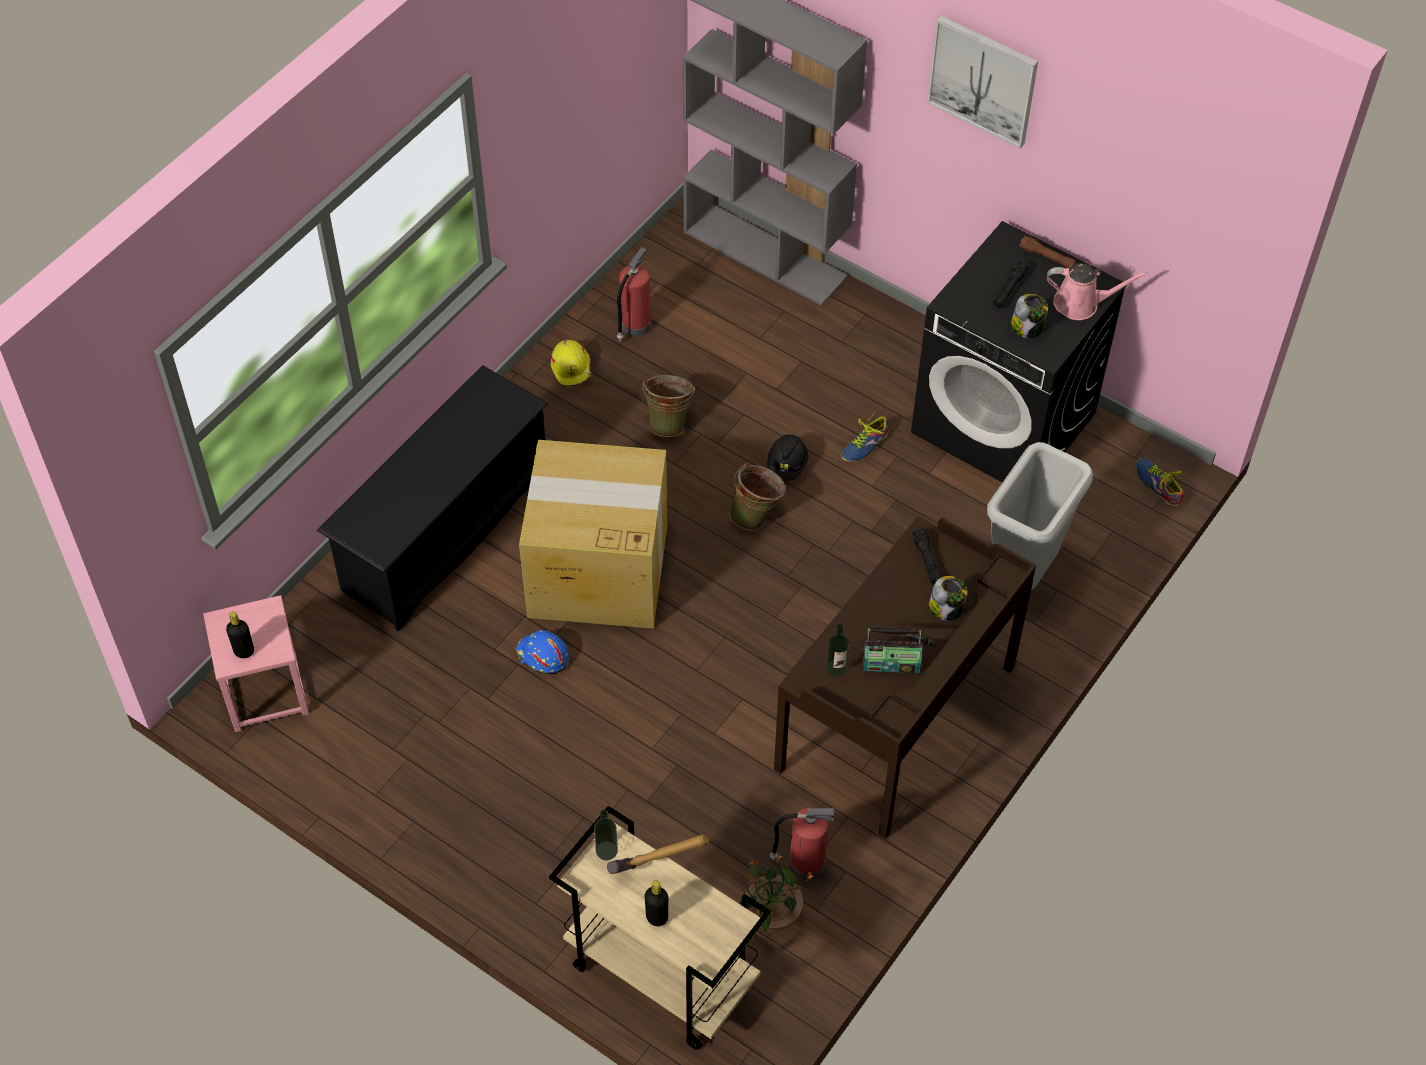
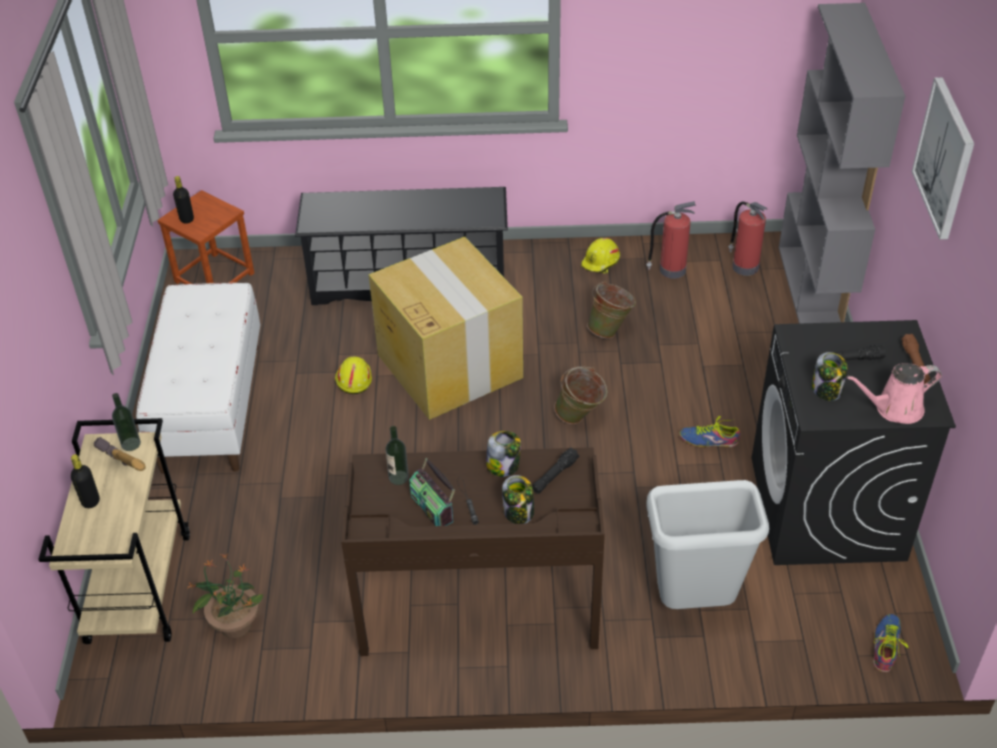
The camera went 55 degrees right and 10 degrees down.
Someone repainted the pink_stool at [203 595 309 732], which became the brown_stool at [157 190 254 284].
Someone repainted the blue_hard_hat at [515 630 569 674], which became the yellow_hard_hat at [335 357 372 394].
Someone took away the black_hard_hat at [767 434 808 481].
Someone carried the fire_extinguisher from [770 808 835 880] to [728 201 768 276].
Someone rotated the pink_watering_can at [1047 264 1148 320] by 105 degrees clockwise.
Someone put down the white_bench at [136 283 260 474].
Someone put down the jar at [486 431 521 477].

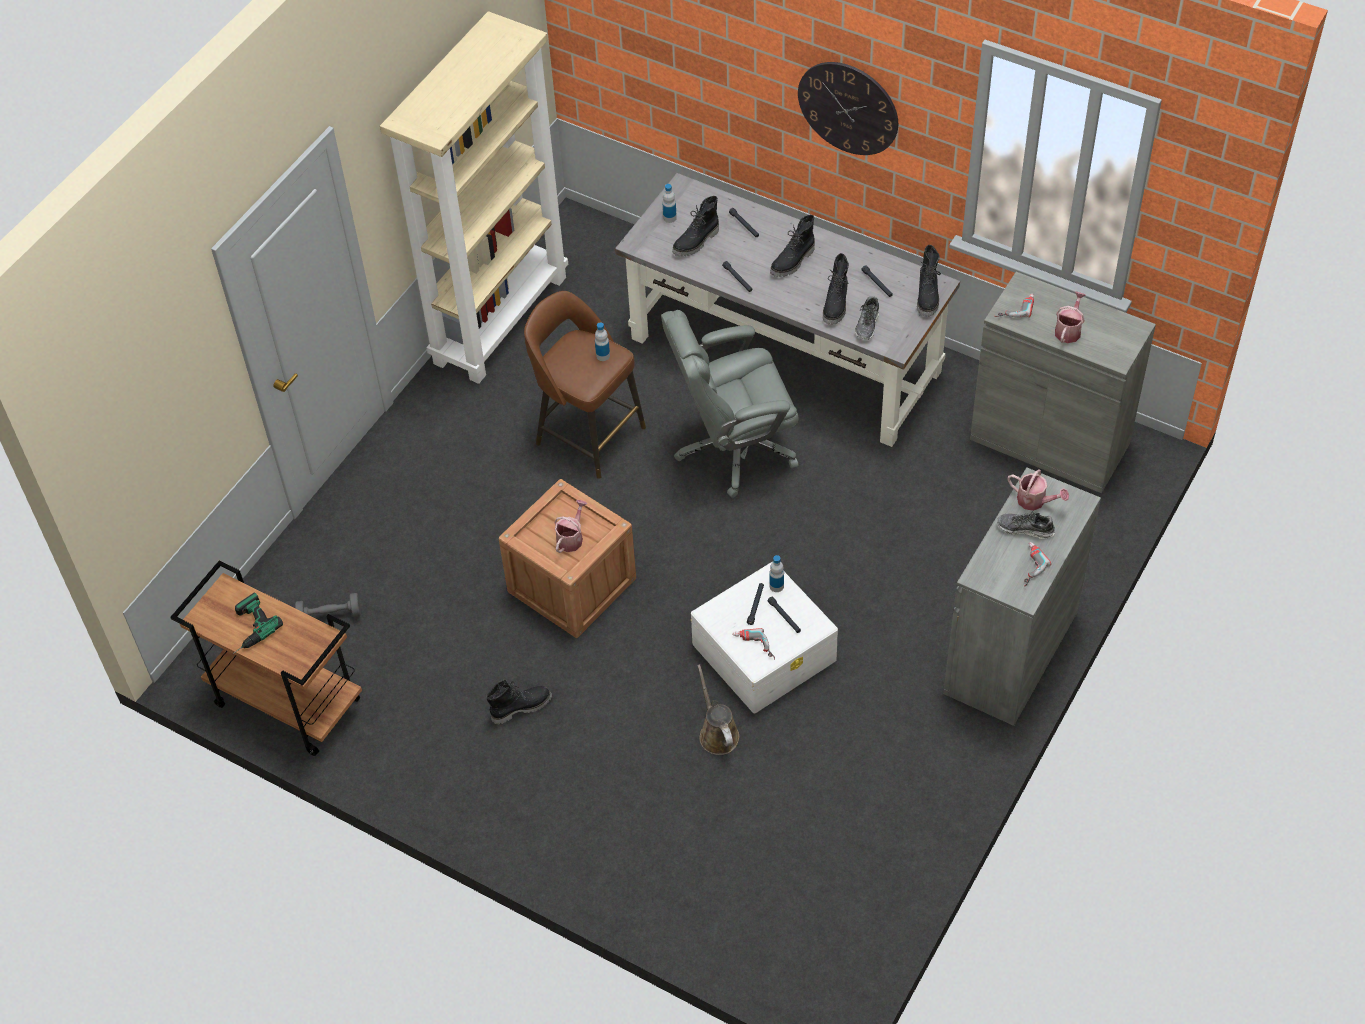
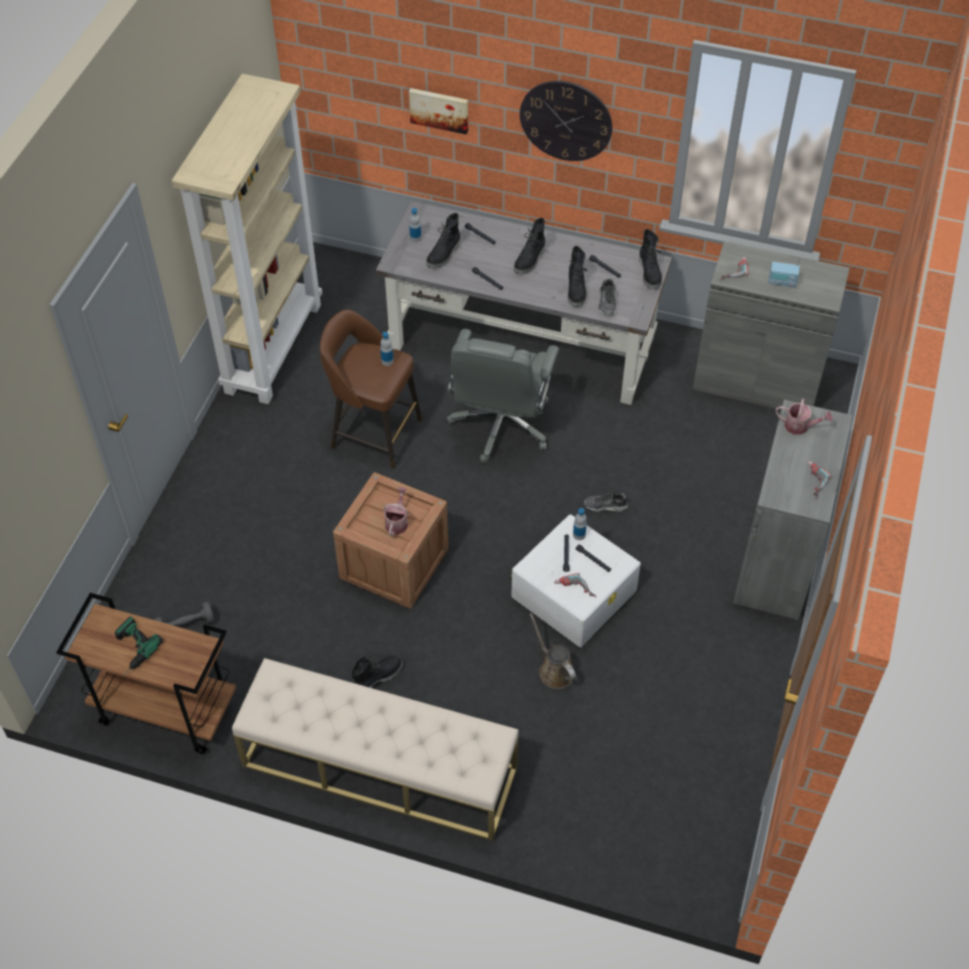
The camera went 15 degrees left and 0 degrees up.
Someone rotated the grey_office_chair at [661 310 798 498] by 45 degrees counterclockwise.
Someone carried the shoe from [997 512 1055 539] to [584 492 628 512].
Someone swapped the watering_can at [1055 291 1086 343] for the radio at [768 257 801 288].
Someone put down the beige_bench at [232 658 519 841].
Someone put up the picture at [409 88 468 135].

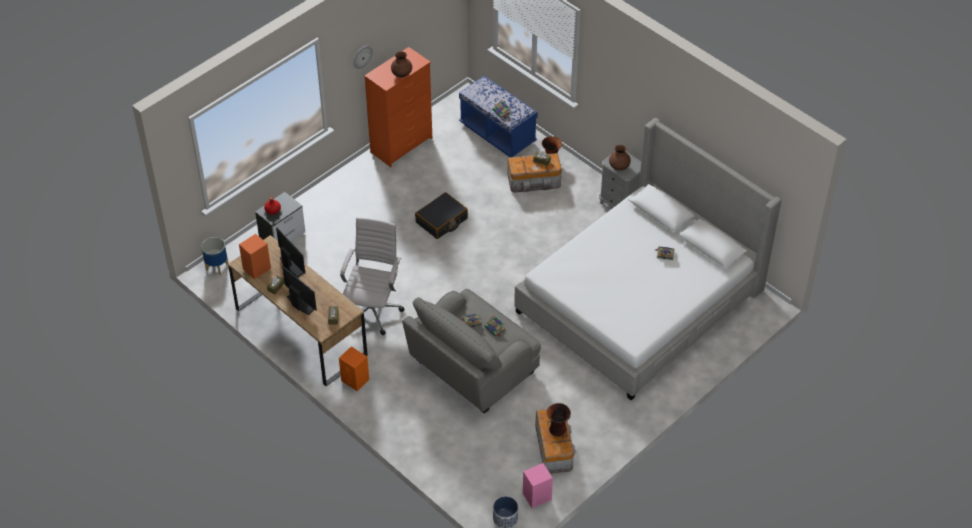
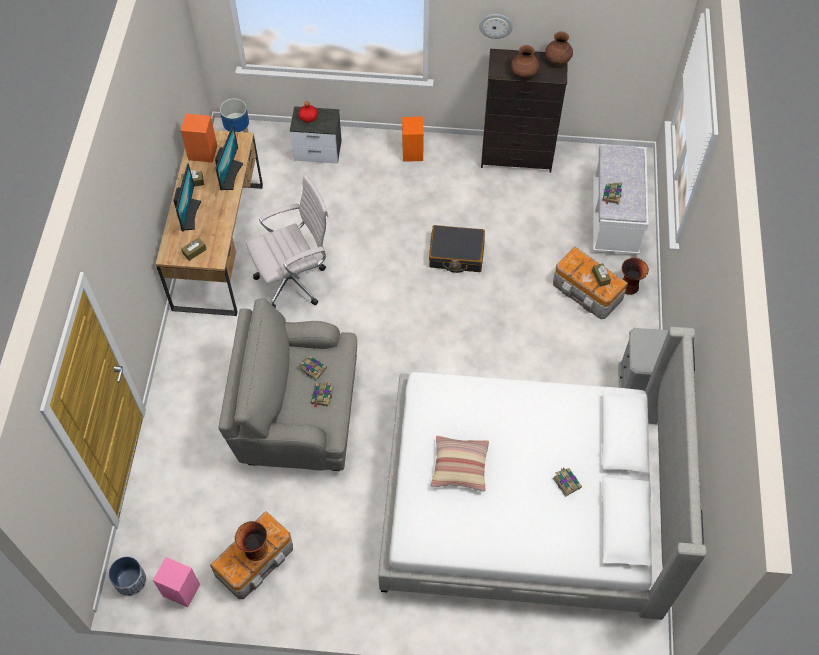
The camera went 50 degrees right and 10 degrees up.
Someone carried the orange_speaker from [339 346 369 391] to [402 117 424 162].
Someone repainted the orange_dresser at [364 47 432 167], which became the black_dresser at [481 49 568 173].
Someone repainted the blue_bench at [459 76 537 158], which became the white_bench at [593 144 648 254].
Someone carried the brown_vase from [609 145 631 171] to [545 31 573 66].
Someone put down the pillow at [431 435 489 492].

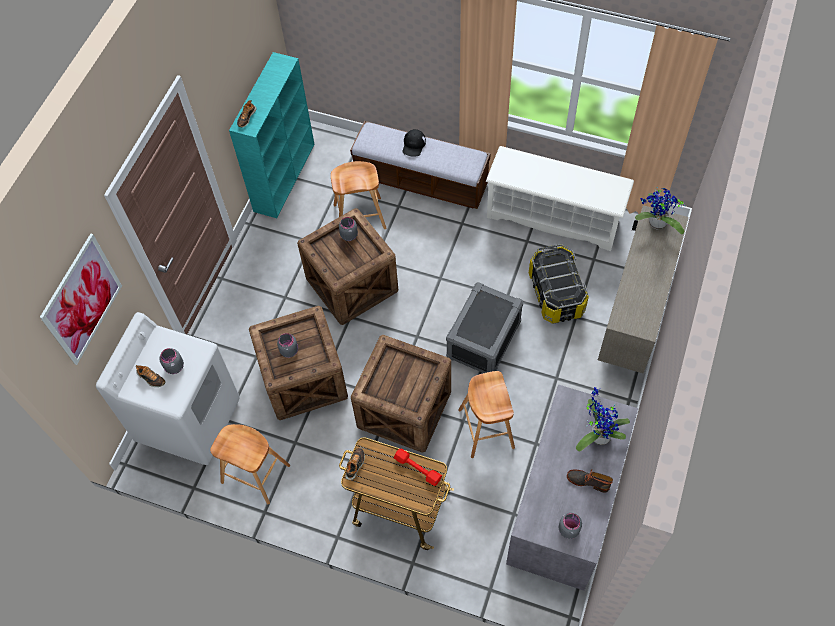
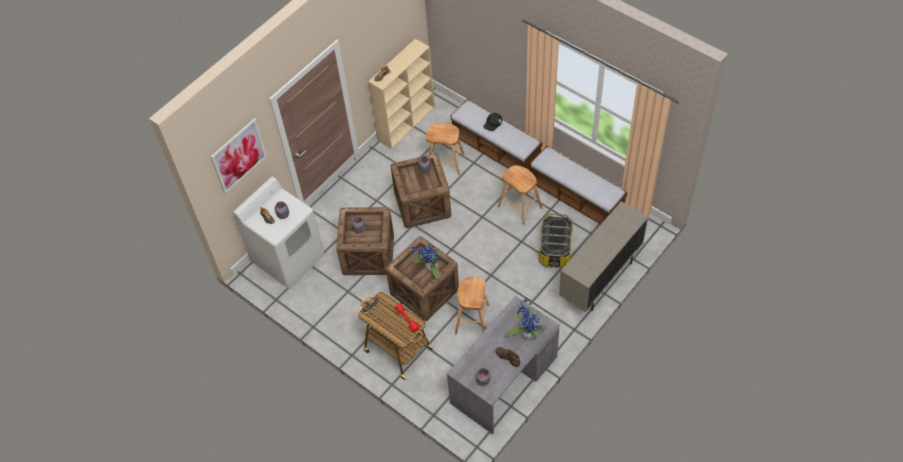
The camera went 20 degrees right and 5 degrees down.
Someone carried the brown_stool from [210 424 290 504] to [498 165 542 225].
Someone repainted the turquoise_bookcase at [229 52 314 218], which became the beige_bookcase at [368 39 435 149].
Someone took away the grey_storage_box at [446 282 523 373].
Someone swapped the white_shoe_rack at [485 146 634 251] for the bench at [530 146 628 224].
Someone carried the potted_plant from [635 187 685 234] to [411 242 442 279].

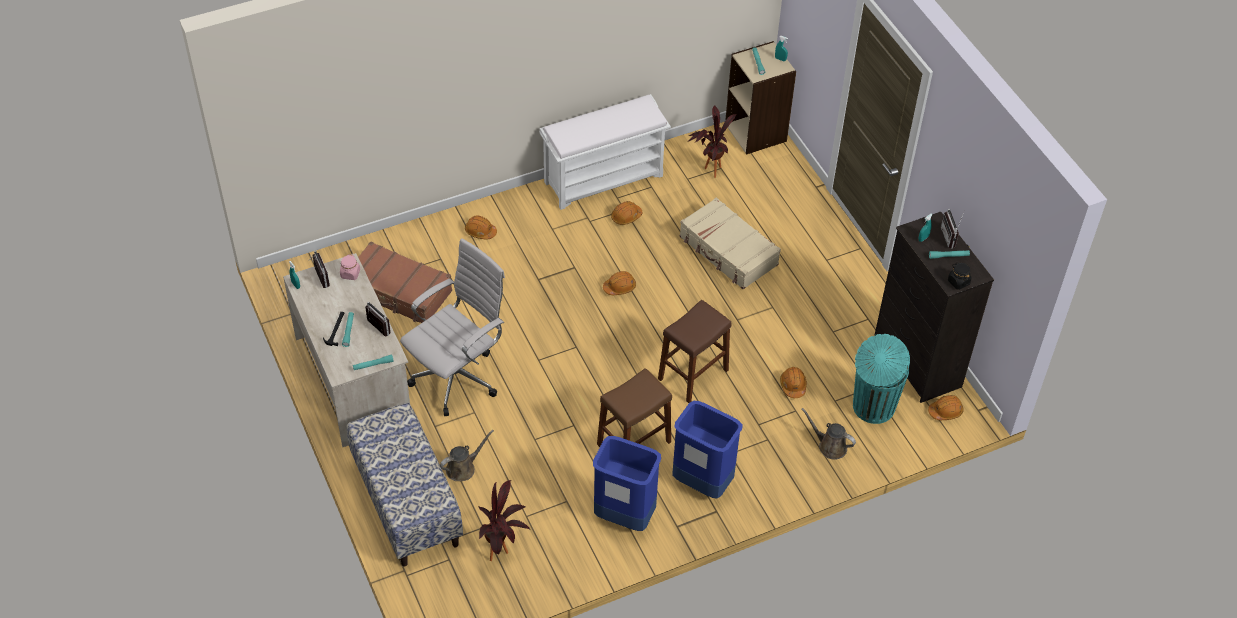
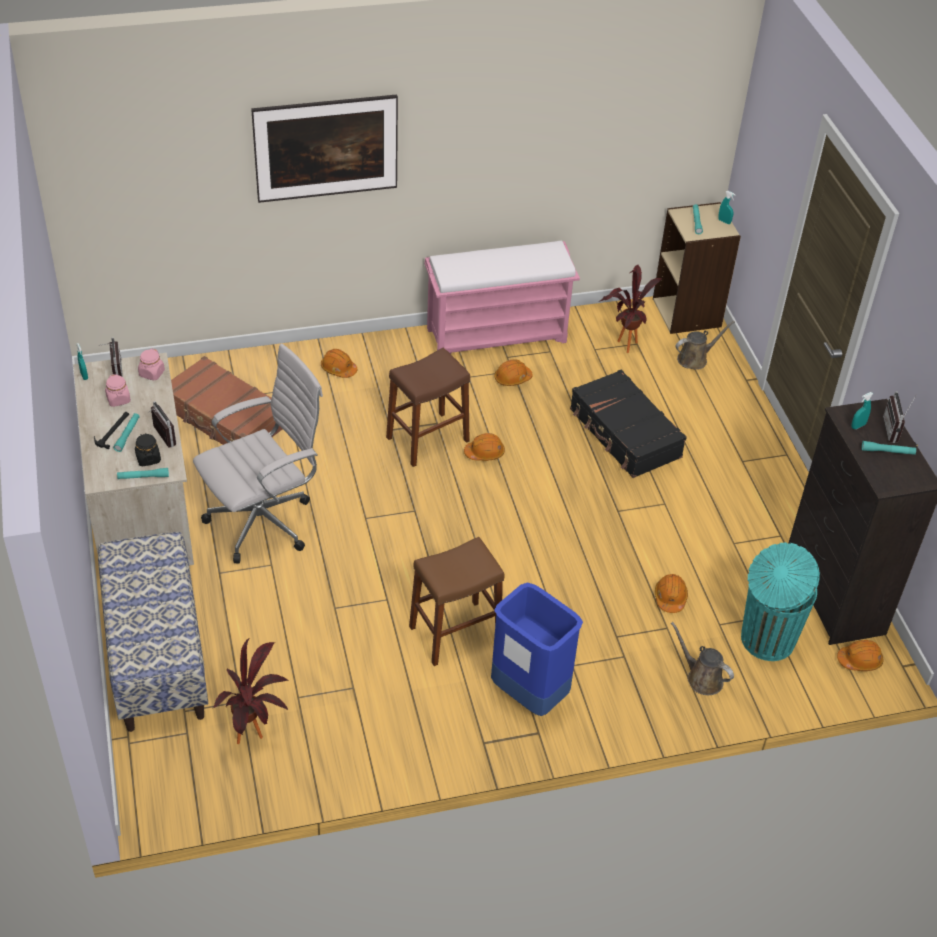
The camera went 10 degrees right and 5 degrees down.
Someone carried the brown_watering_can from [440 430 494 481] to [675 321 735 370].
Someone repainted the white_bench at [539 94 671 210], which became the pink_bench at [425 241 580 354].
Someone took away the blue_trash_can at [593 436 661 531].
Someone carried the brown_stool from [658 300 732 403] to [386 348 470 467].
Someone repainted the beige_suitcase at [680 197 781 289], which became the black_suitcase at [570 369 687 478].
Someone carried the black_jar from [948 262 971 290] to [135 433 161 467].
Someone put down the pink_jar at [105 374 131 407].
Someone put up the picture at [251 94 398 203].

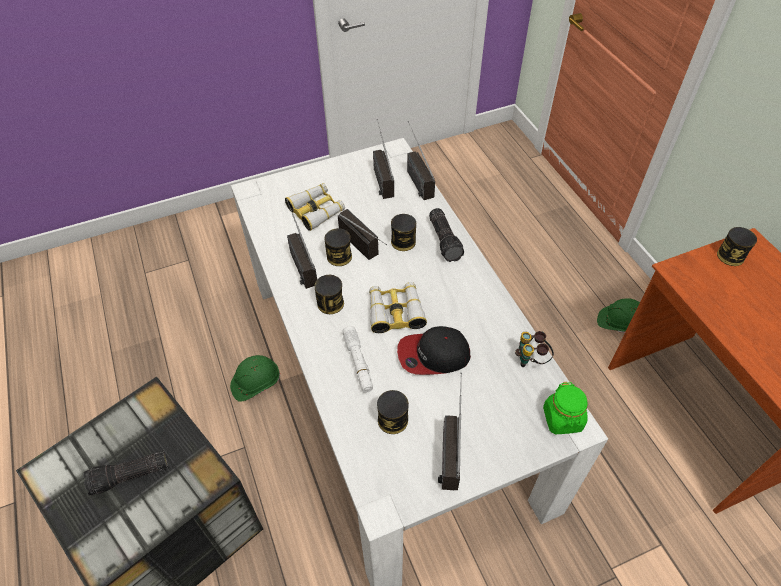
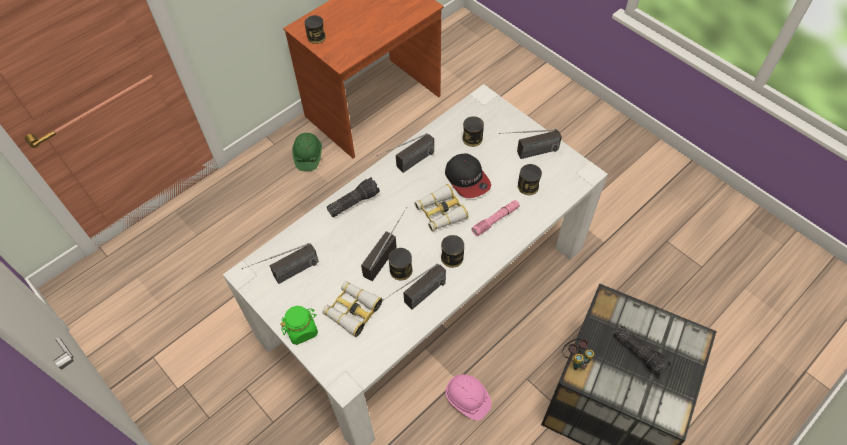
The camera went 110 degrees left and 5 degrees up.
Someone repainted the green_hard_hat at [230 355 280 402], which became the pink_hard_hat at [446 374 492 420].
Someone repainted the white_flashlight at [343 326 373 393], which became the pink_flashlight at [471 200 520 236].
Someone carried the can from [391 214 416 251] to [463 116 484 147].
Someone carried the radio from [407 121 435 200] to [377 133 434 173].
Someone carried the binoculars from [515 331 554 367] to [562 339 594 370].
Someone carried the green_jar from [543 382 588 435] to [280 306 318 345].

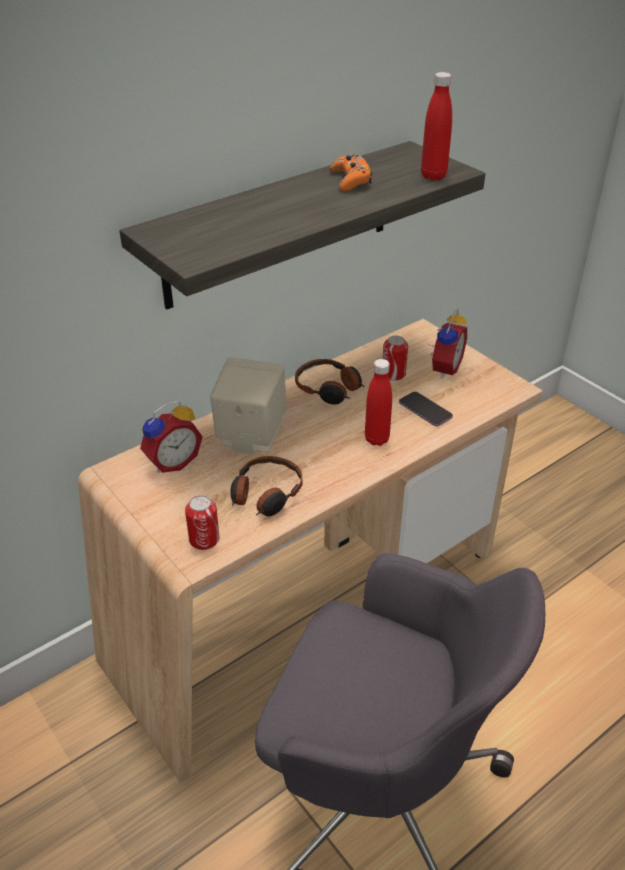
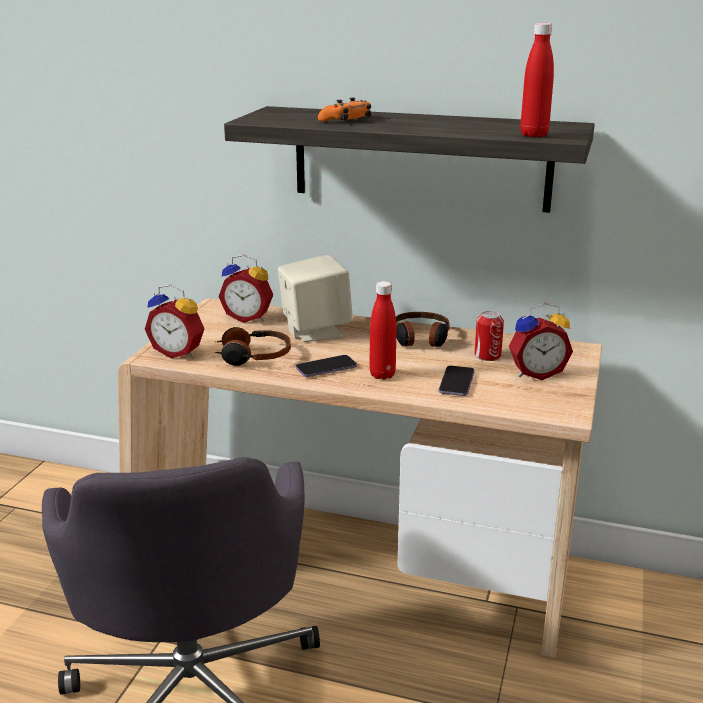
The camera went 55 degrees right and 15 degrees down.
Someone swapped the can at [185 495 219 550] for the alarm_clock at [145 284 204 358].
Someone carried the orange_game_controller from [329 155 372 191] to [318 98 371 122].
Someone put down the phone at [296 355 357 377].

